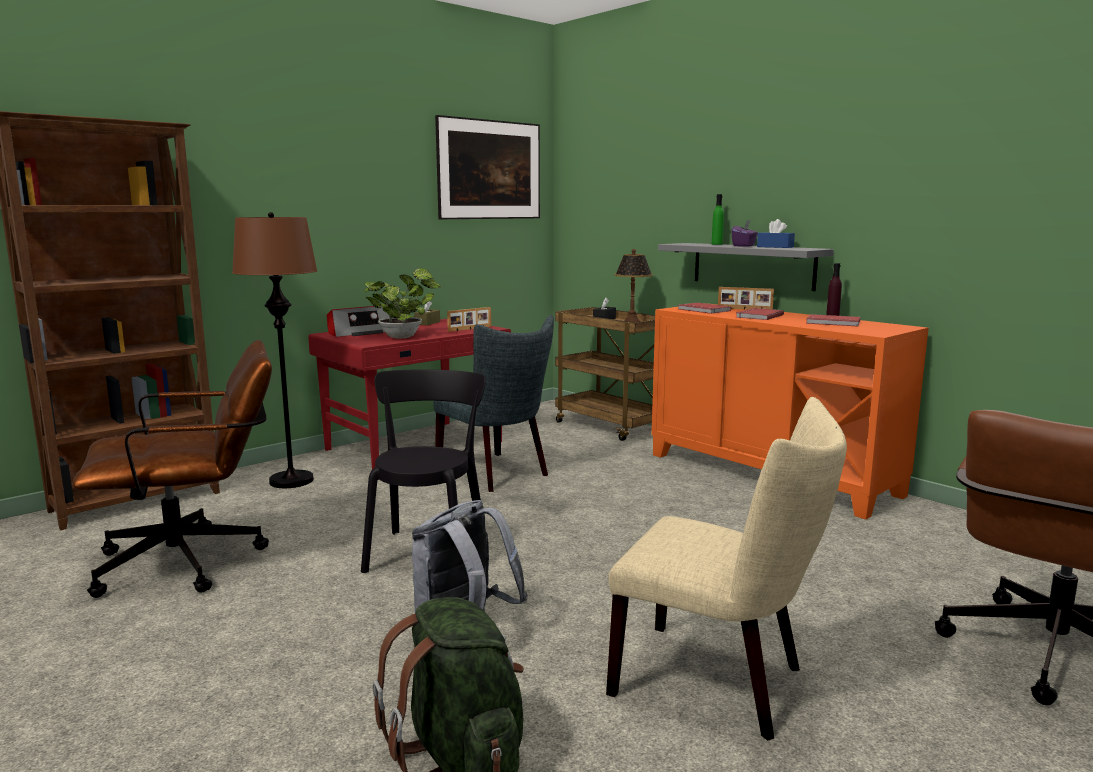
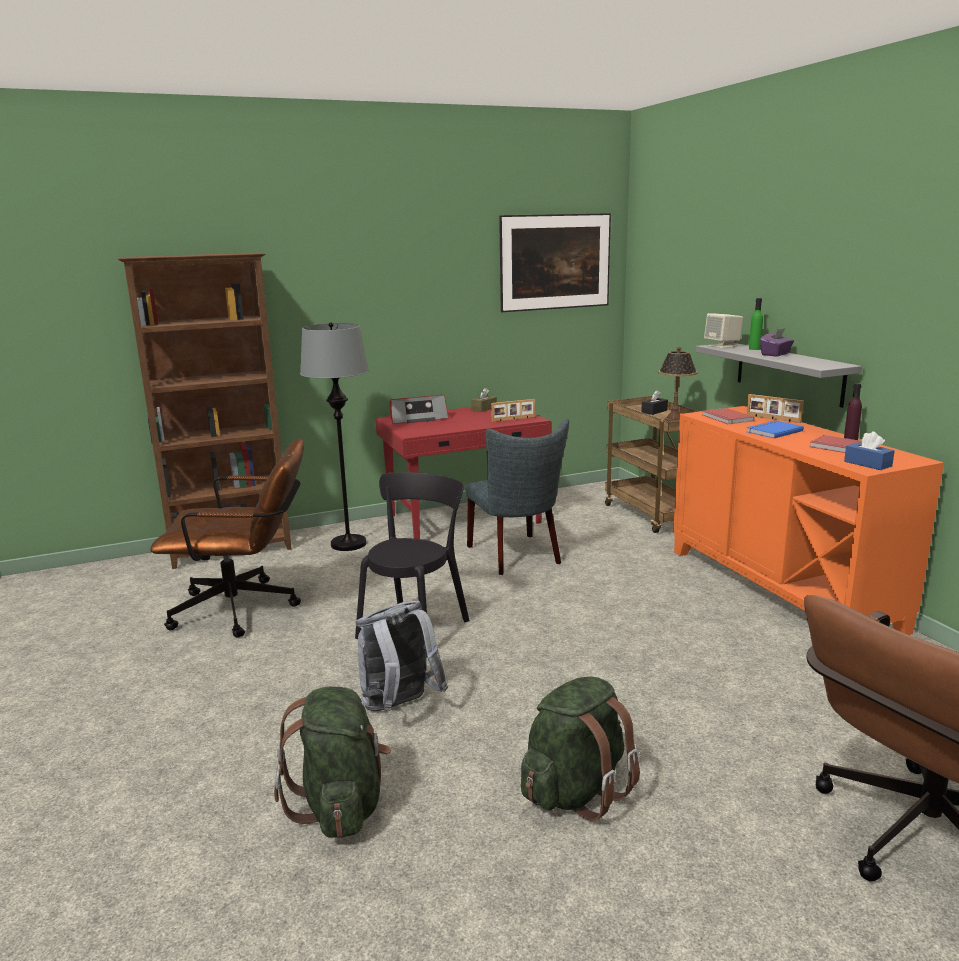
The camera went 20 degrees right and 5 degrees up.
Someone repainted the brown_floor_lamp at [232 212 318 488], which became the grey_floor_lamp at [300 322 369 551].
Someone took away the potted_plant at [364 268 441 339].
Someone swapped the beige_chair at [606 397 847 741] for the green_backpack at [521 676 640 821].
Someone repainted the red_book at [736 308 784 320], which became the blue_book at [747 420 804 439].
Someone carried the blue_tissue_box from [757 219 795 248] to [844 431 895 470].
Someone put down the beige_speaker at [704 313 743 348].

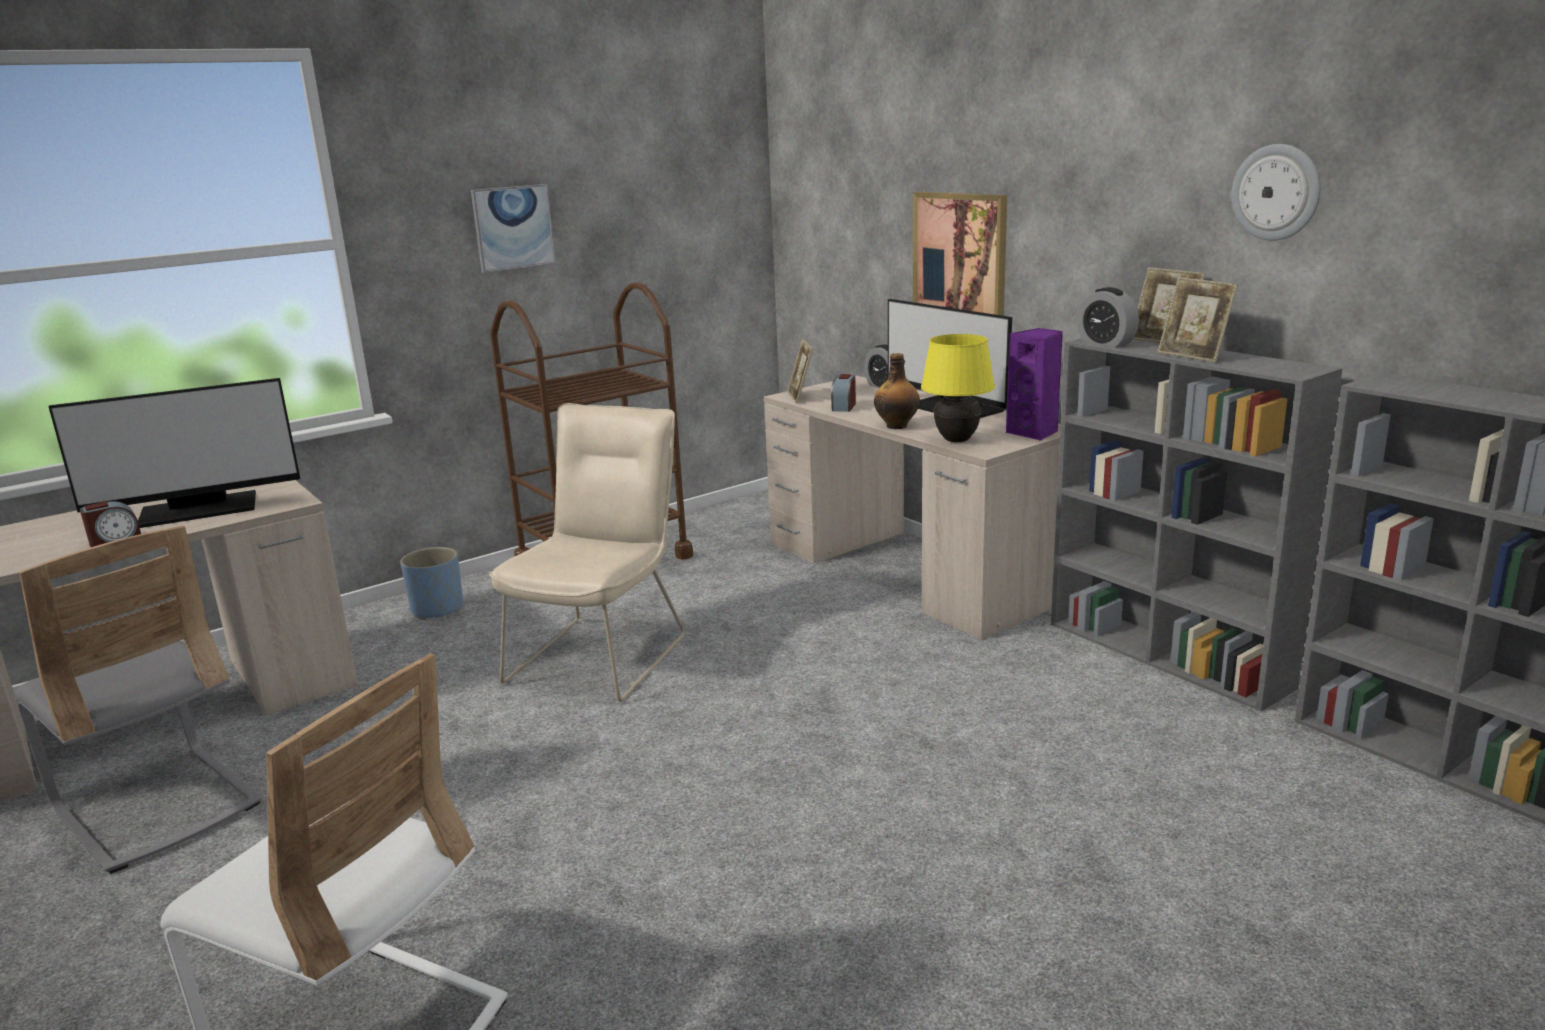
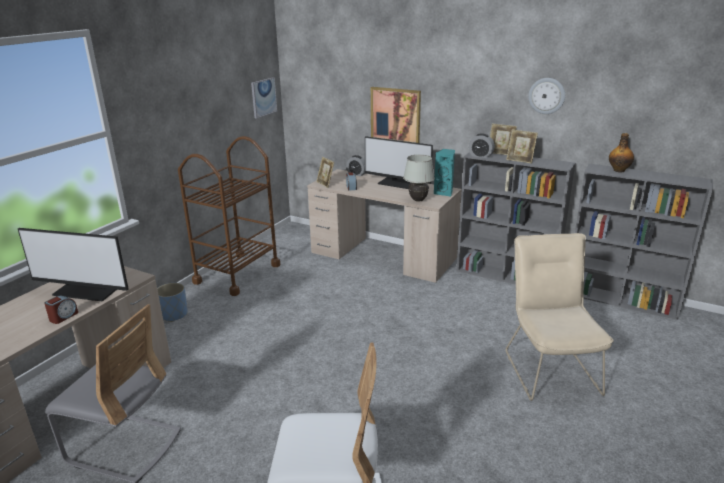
The camera went 25 degrees left and 5 degrees up.
Someone rotated the monitor at [48 378 300 528] by 60 degrees clockwise.
Someone carried the picture from [471 184 556 273] to [251 77 277 119].
Someone carried the beige_chair from [489 403 685 702] to [506 233 614 401].
Someone carried the bottle from [874 353 920 429] to [609 133 634 173].
Someone repainted the yellow_table_lamp at [921 334 995 443], which became the white_table_lamp at [403 154 435 202].
Someone repainted the purple_speaker at [1006 328 1063 441], which became the turquoise_speaker at [434 149 455 197].

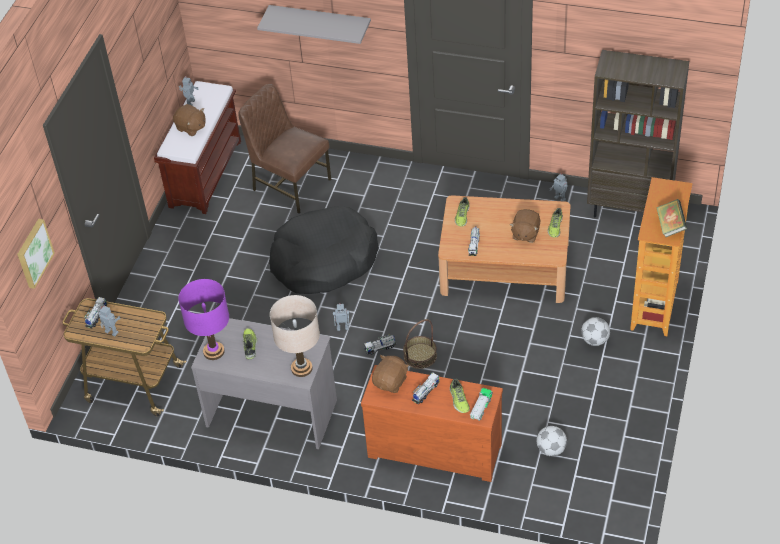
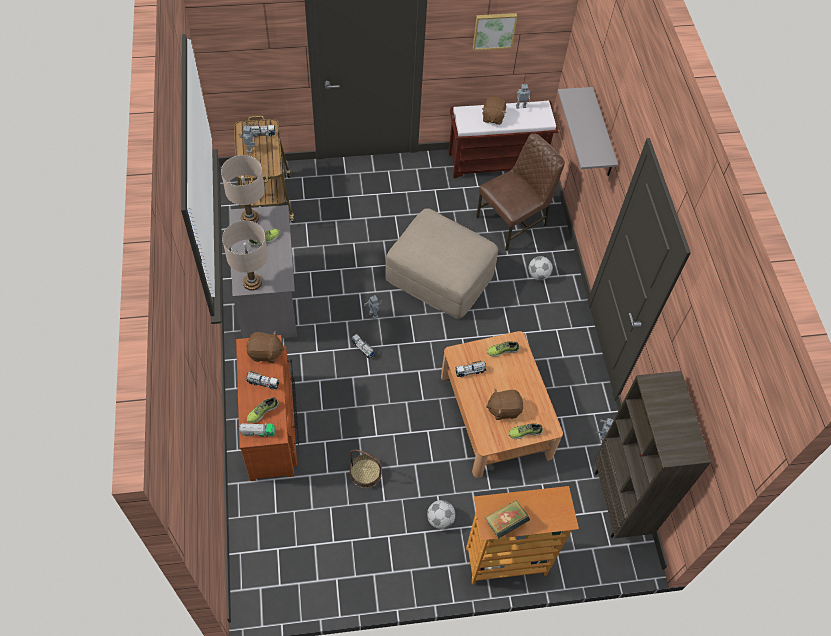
The camera went 60 degrees right and 10 degrees up.
Someone carried the picture from [17 219 55 289] to [473 13 517 50].
Someone repainted the purple_table_lamp at [178 279 229 360], which became the beige_table_lamp at [221 155 265 223].
Someone rotated the brown_chair at [238 84 332 214] by 45 degrees clockwise.
Someone swapped the black_dog_bed at [269 206 379 294] for the beige_ottoman at [385 208 498 319].
Someone carried the basket from [403 319 437 369] to [350 450 382 488].
Someone carried the football from [536 426 567 456] to [528 256 553 280].

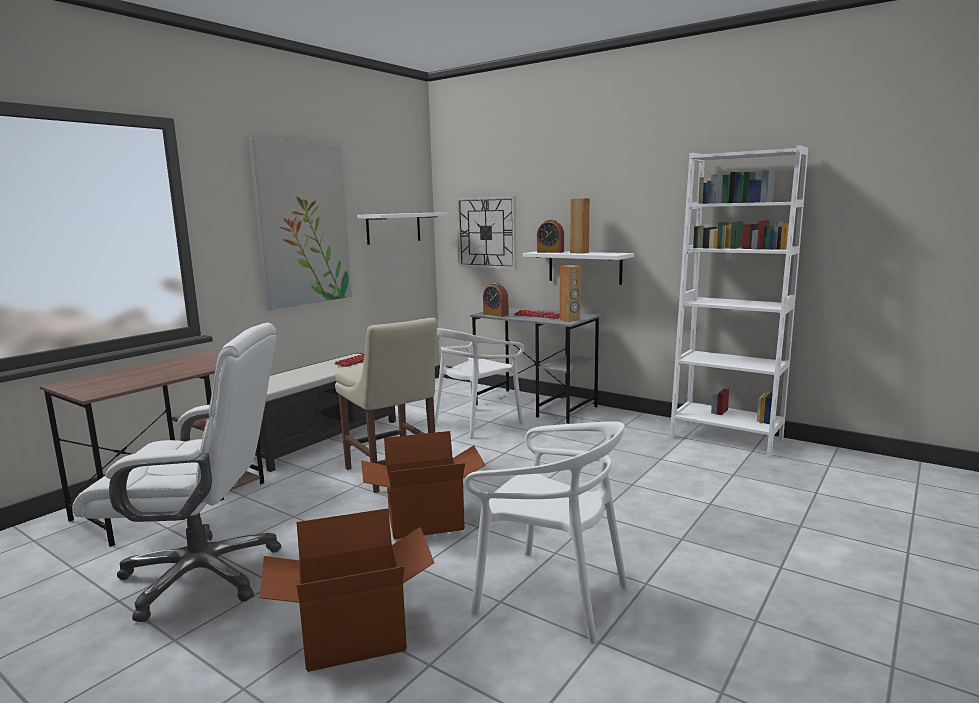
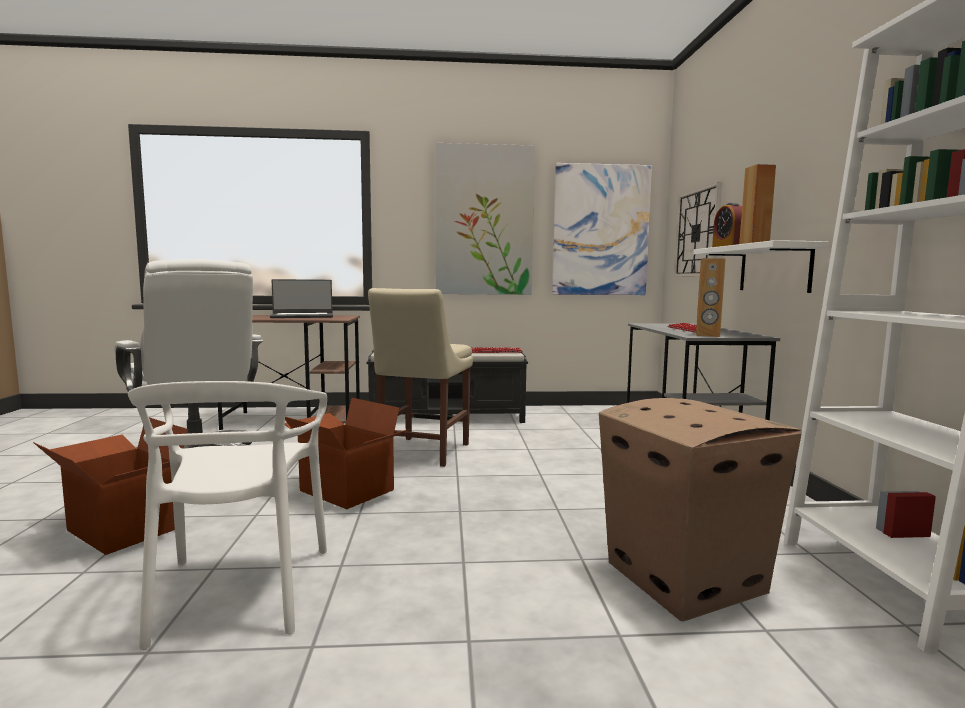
The camera went 50 degrees right and 5 degrees down.
Someone swapped the white_shelf at [357 212 448 245] for the picture at [552 163 652 295].
Someone took away the white_chair at [434 328 524 439].
Someone took away the alarm_clock at [483 283 509 317].
Someone put down the laptop at [270 279 333 318].
Someone put down the cardboard_box at [599 398 802 621].

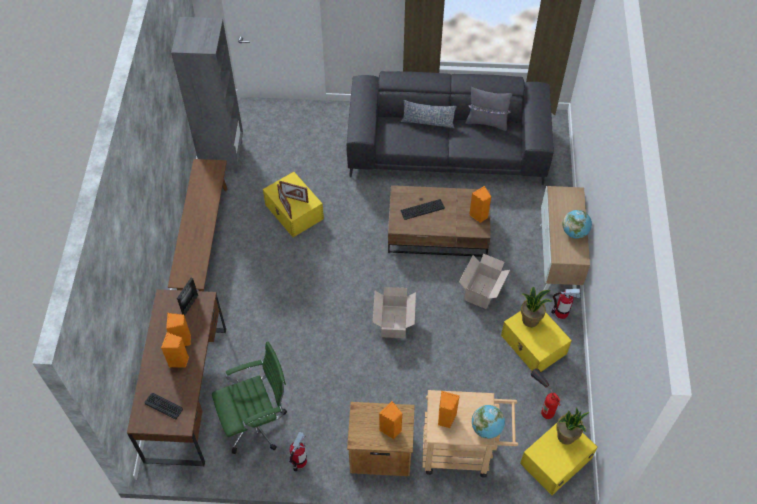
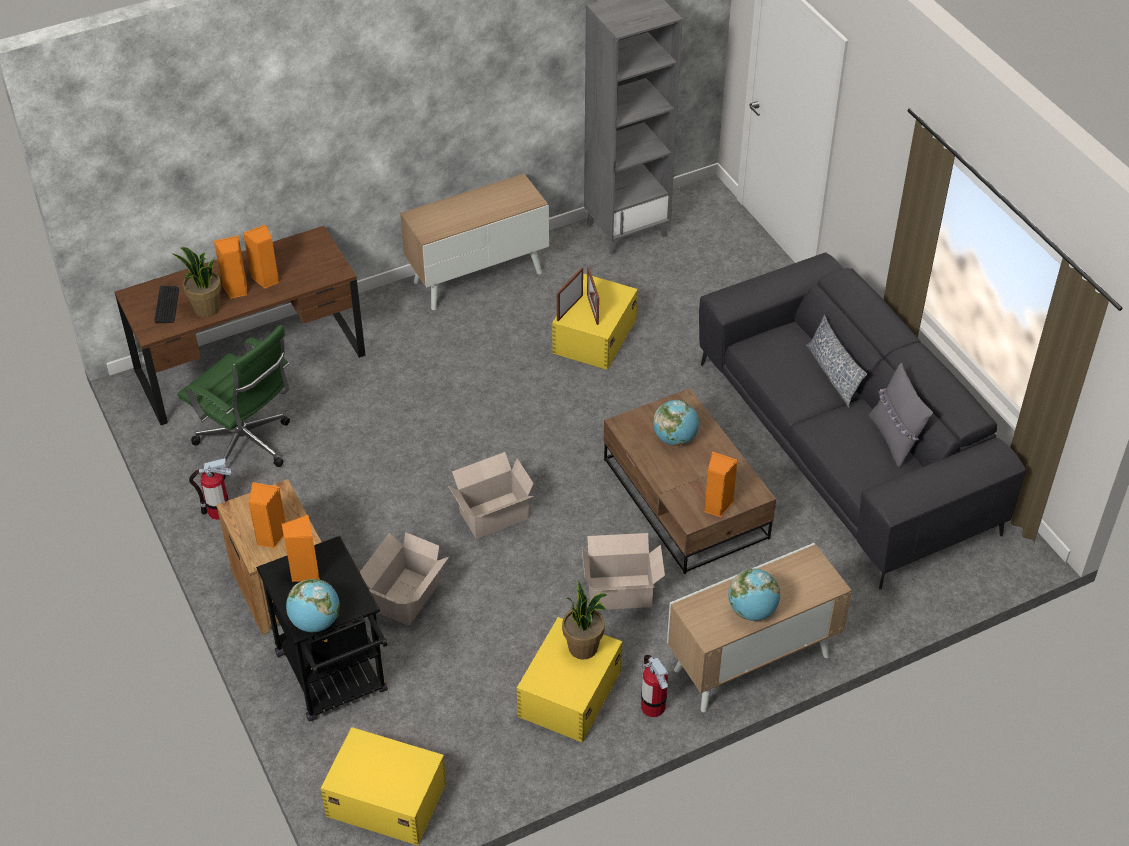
The camera went 60 degrees right and 10 degrees down.
Someone swapped the brown_bench at [168 159 228 291] for the cabinet at [400 174 549 310].
Someone took away the picture_frame at [177 278 198 316].
Someone swapped the keyboard at [400 199 445 220] for the globe at [653 400 699 446].
Someone repainted the beige_cart at [422 390 518 478], which became the black_cart at [256 536 388 722].
Someone took away the fire_extinguisher at [531 369 560 419].
Someone carried the potted_plant from [556 408 590 445] to [172 247 221 317].
Someone put down the cardboard_box at [360 532 449 626].

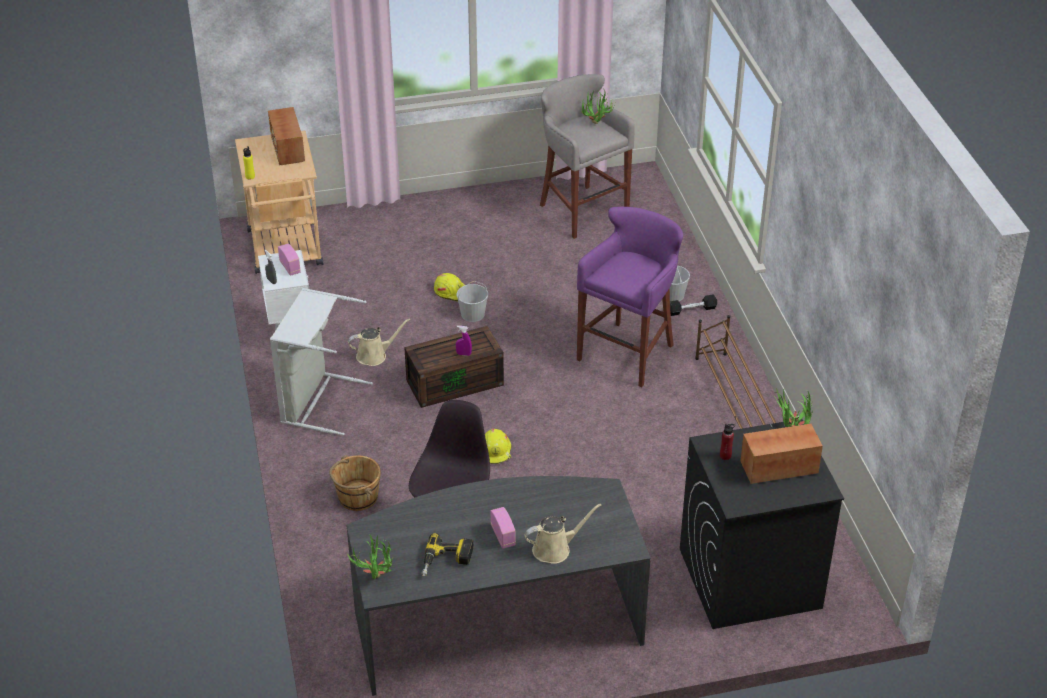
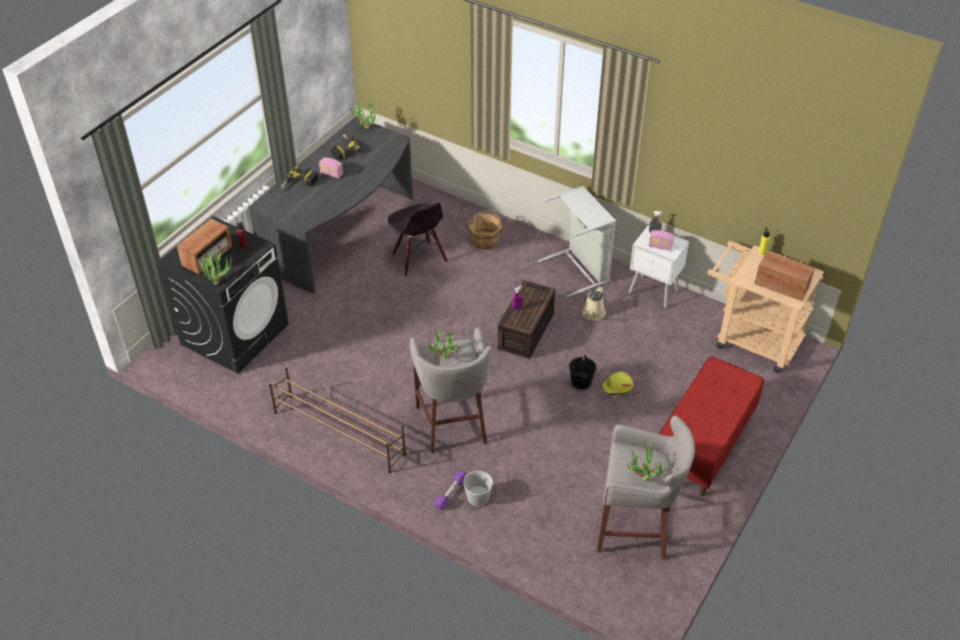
The camera went 135 degrees right and 5 degrees up.
Someone repainted the white_bucket at [457 281 488 322], which became the black_bucket at [569 355 596 389].
Someone took away the yellow_hard_hat at [485 429 512 464].
Someone swapped the beige_watering_can at [524 503 601 564] for the power_drill at [281 166 318 188].
Someone repainted the purple_stool at [577 207 683 387], which became the grey_stool at [410 327 492 453].
Someone repainted the black_dumbbell at [670 294 717 316], which became the purple_dumbbell at [434 470 466 510].
Someone put down the potted_plant at [426 328 462 358].
Someone put down the red_bench at [659 356 764 496].

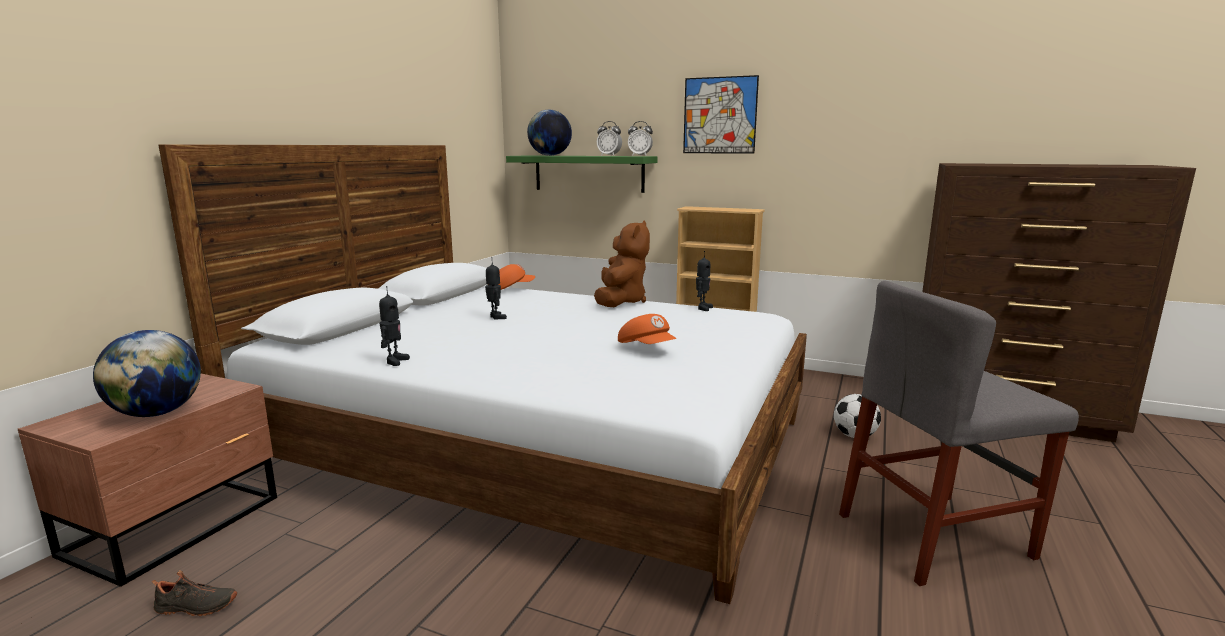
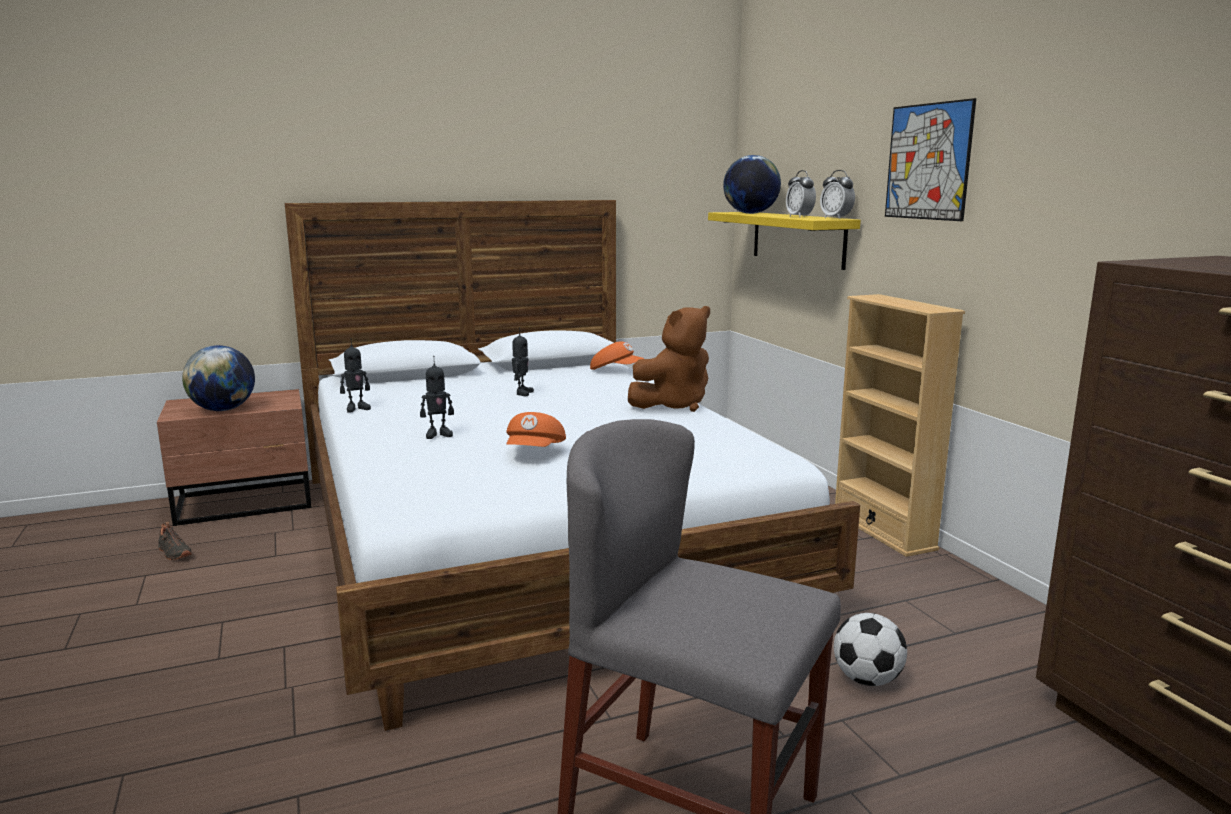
The camera went 45 degrees right and 0 degrees up.
Someone repainted the green_shelf at [506 156 658 193], which became the yellow_shelf at [708 212 861 270].
Someone carried the toy_robot from [696 251 713 311] to [420 356 454 439].

